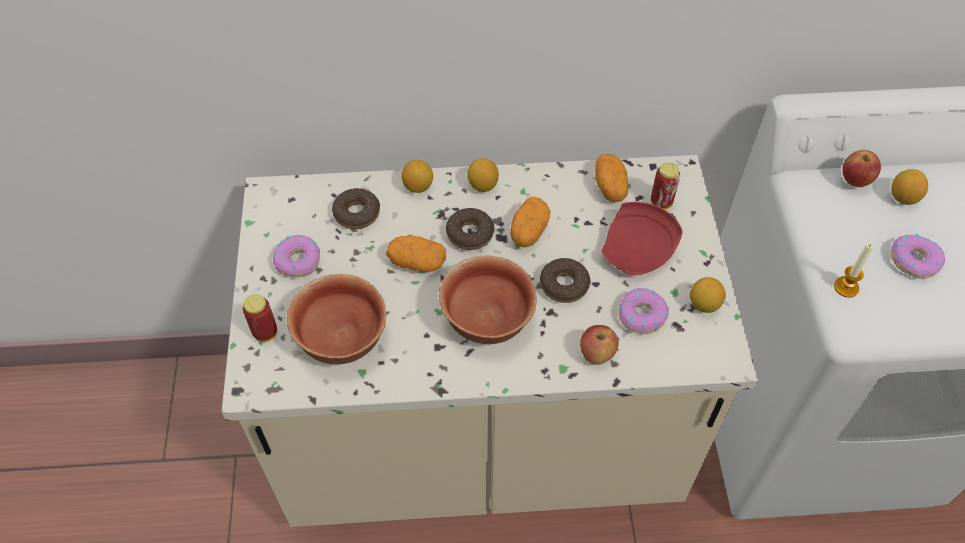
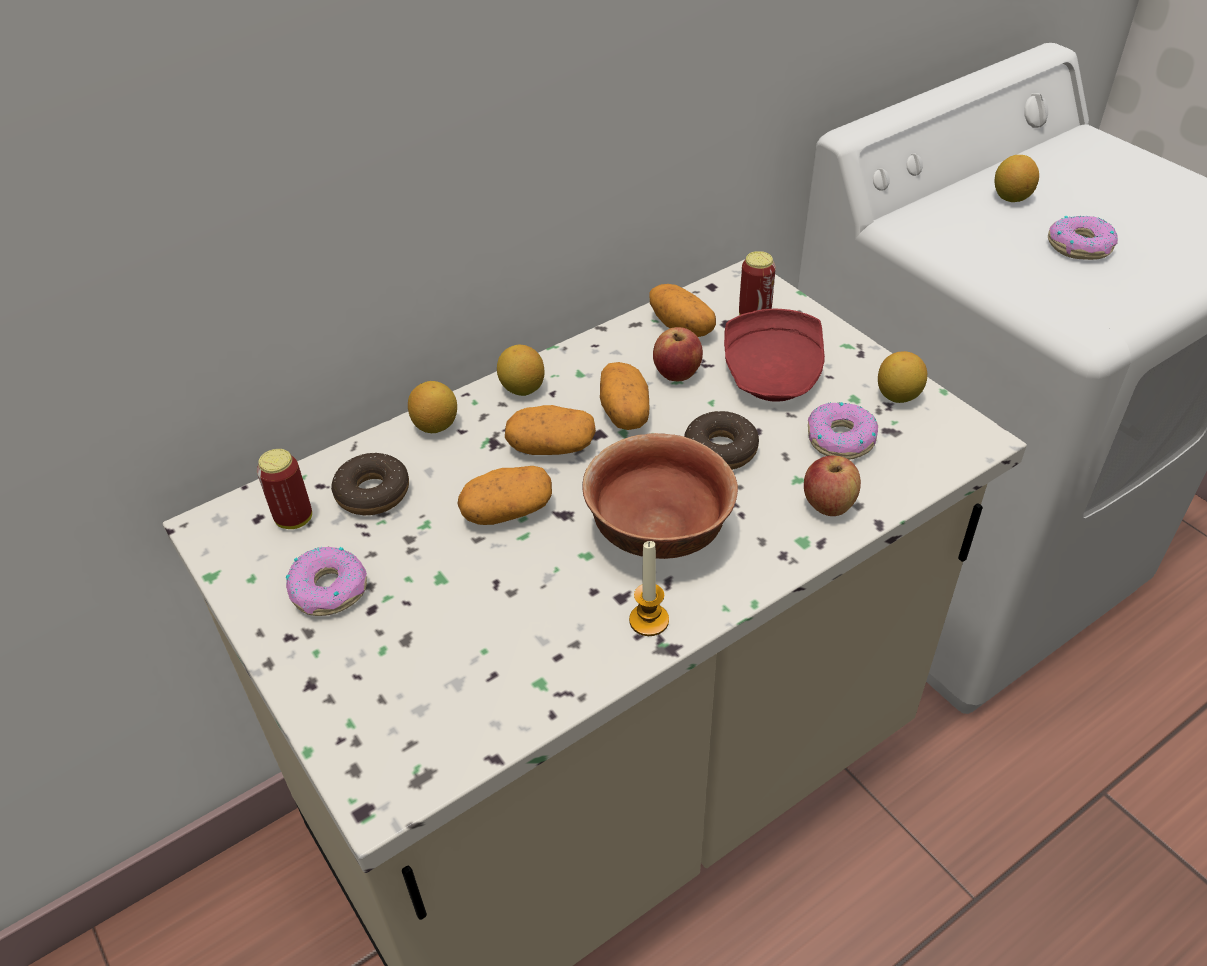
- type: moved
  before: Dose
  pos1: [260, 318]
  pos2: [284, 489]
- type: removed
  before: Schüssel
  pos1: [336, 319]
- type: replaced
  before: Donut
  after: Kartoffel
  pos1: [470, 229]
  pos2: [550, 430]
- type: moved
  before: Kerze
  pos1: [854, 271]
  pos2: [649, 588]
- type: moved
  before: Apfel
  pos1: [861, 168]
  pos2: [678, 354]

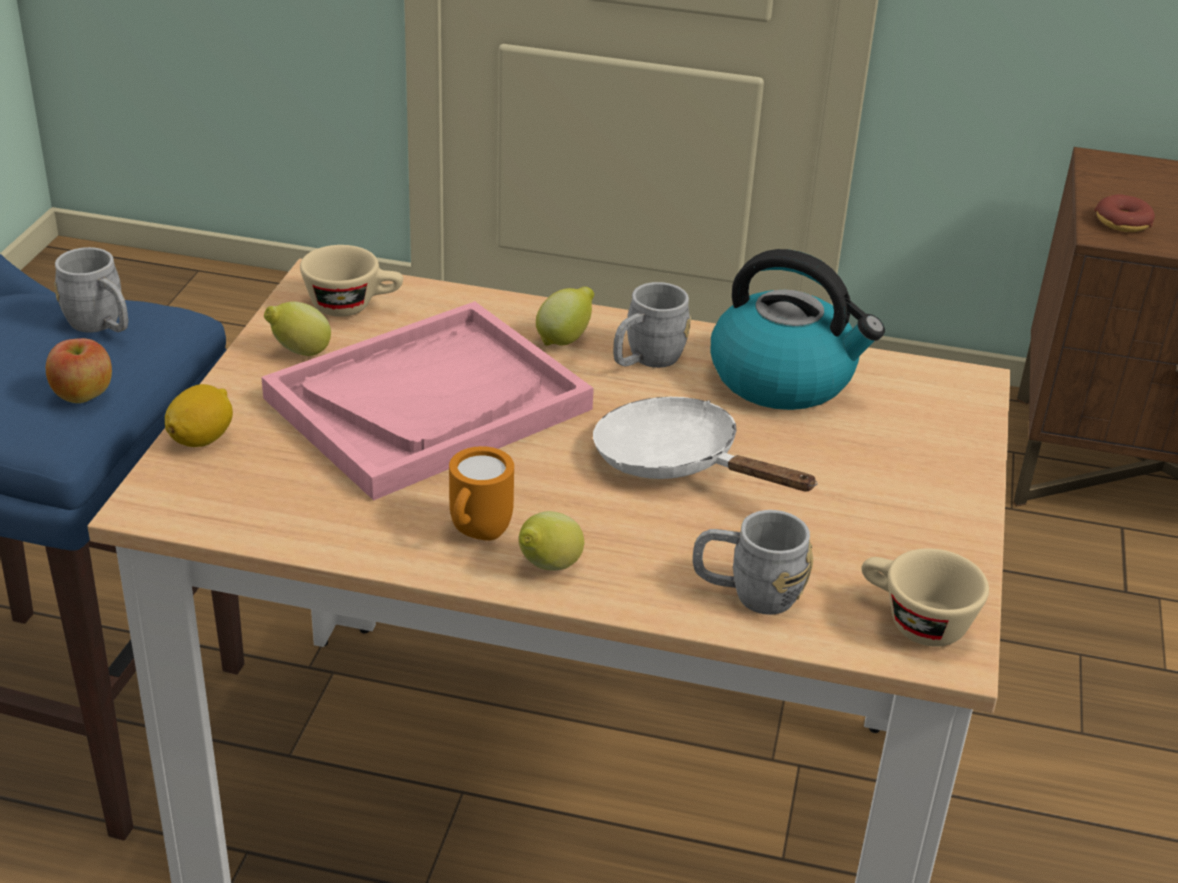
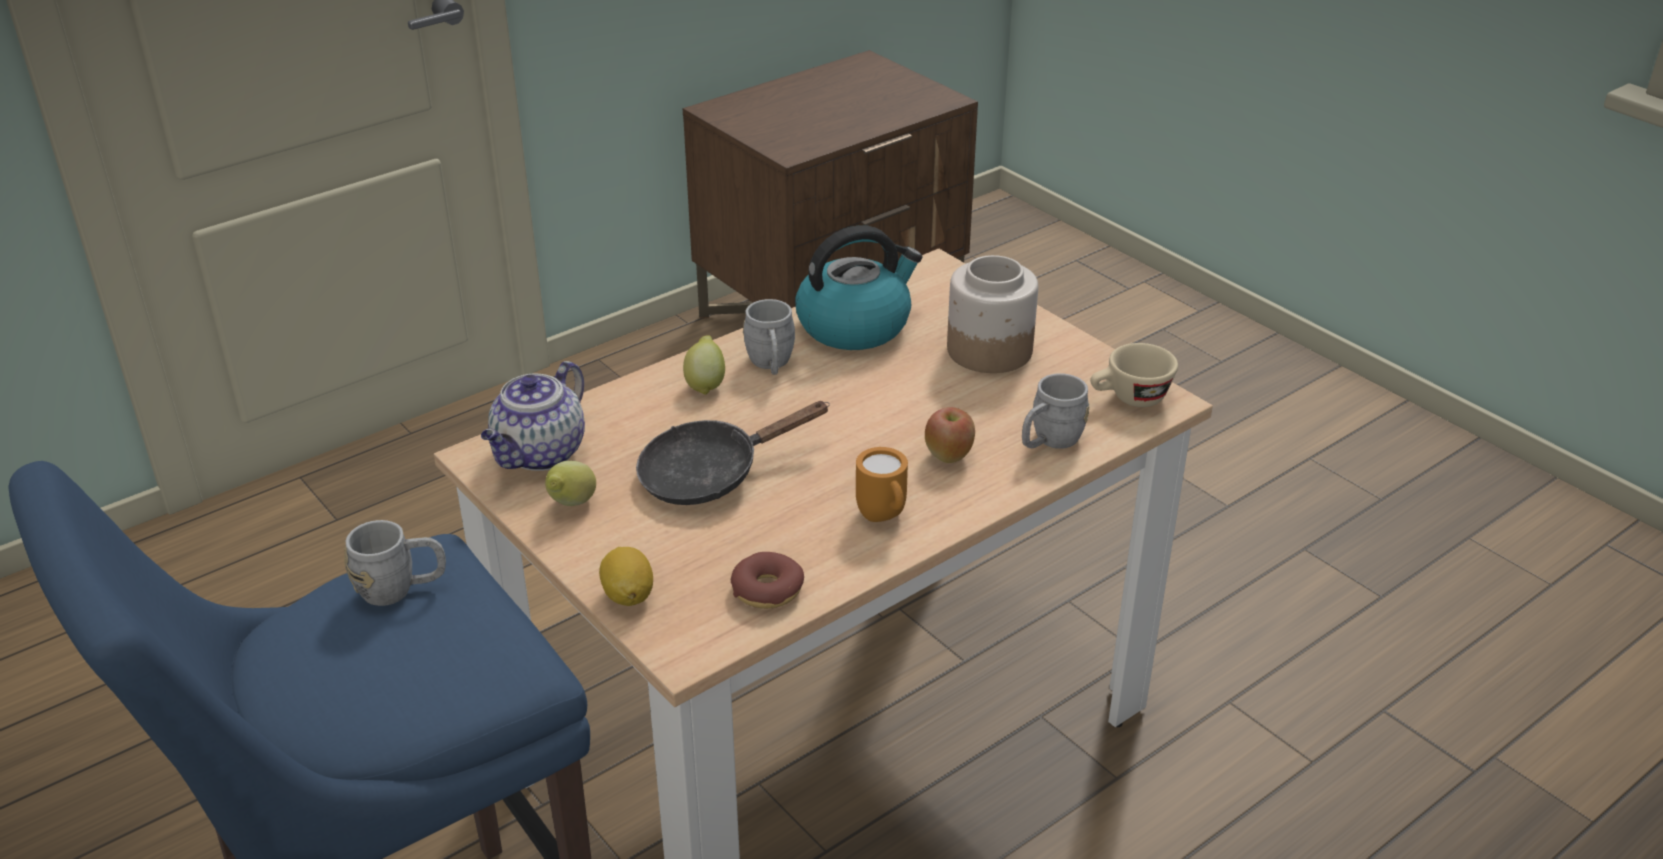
- type: moved
  before: Apfel
  pos1: [79, 370]
  pos2: [950, 435]
- type: replaced
  before: Tablett/rosa
  after: Pfanne/schwarz
  pos1: [427, 400]
  pos2: [733, 453]
- type: replaced
  before: Tasse/beige
  after: Teekanne
  pos1: [351, 281]
  pos2: [533, 416]
- type: removed
  before: Zitrone
  pos1: [551, 541]
- type: removed
  before: Pfanne/weiß
  pos1: [705, 444]
- type: moved
  before: Donut
  pos1: [1124, 213]
  pos2: [767, 580]
- type: added
  after: Vorratsglas
  pos2: [992, 314]

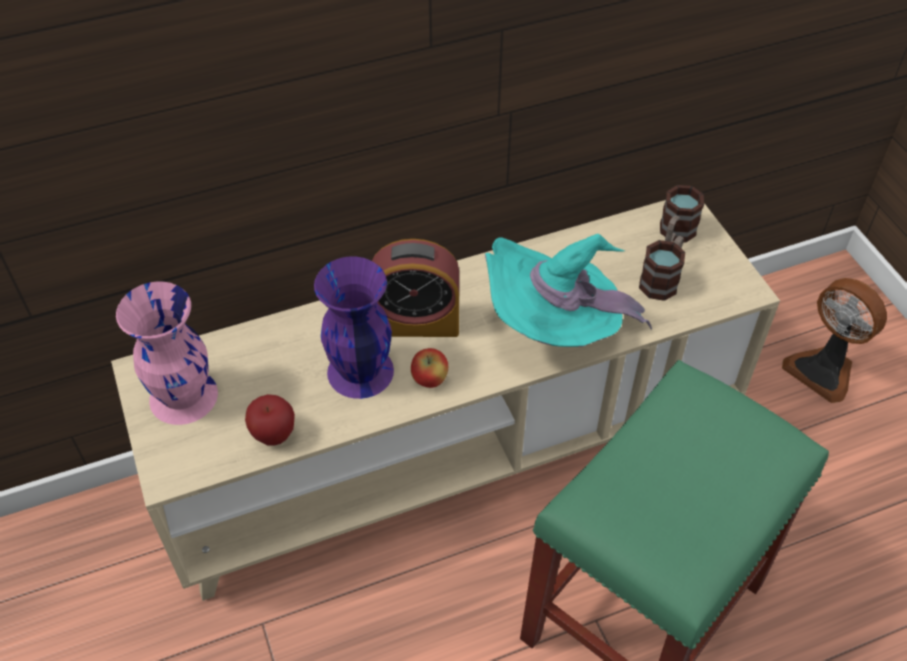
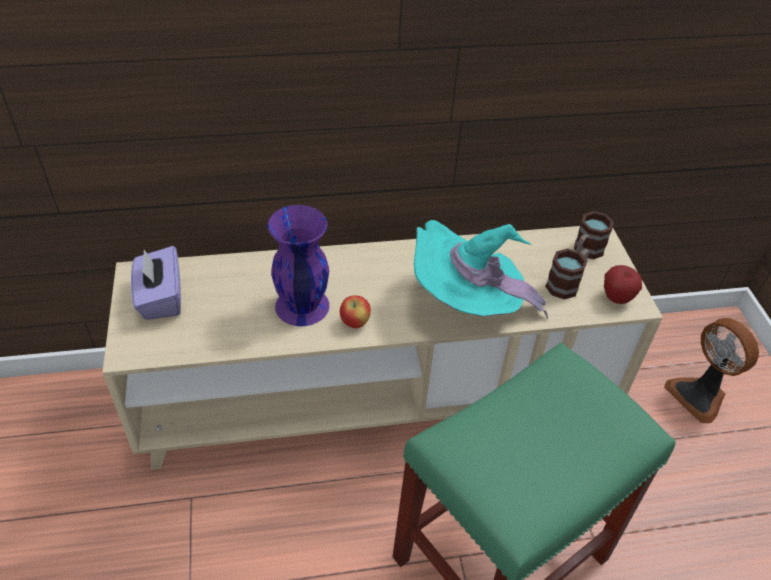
- type: replaced
  before: Vase/rosa
  after: Taschentuchbox/lila
  pos1: [167, 353]
  pos2: [156, 283]
- type: moved
  before: Apfel
  pos1: [270, 420]
  pos2: [623, 284]
- type: removed
  before: Wecker
  pos1: [415, 288]

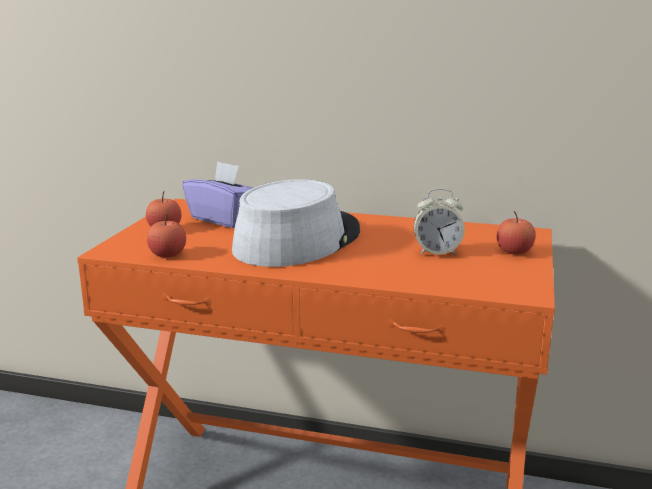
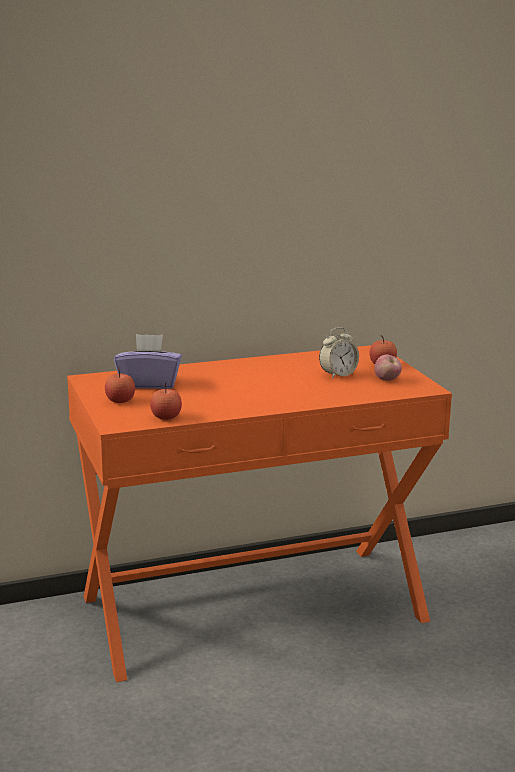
- type: removed
  before: Hut/grau
  pos1: [296, 223]
- type: added
  after: Apfel
  pos2: [388, 368]

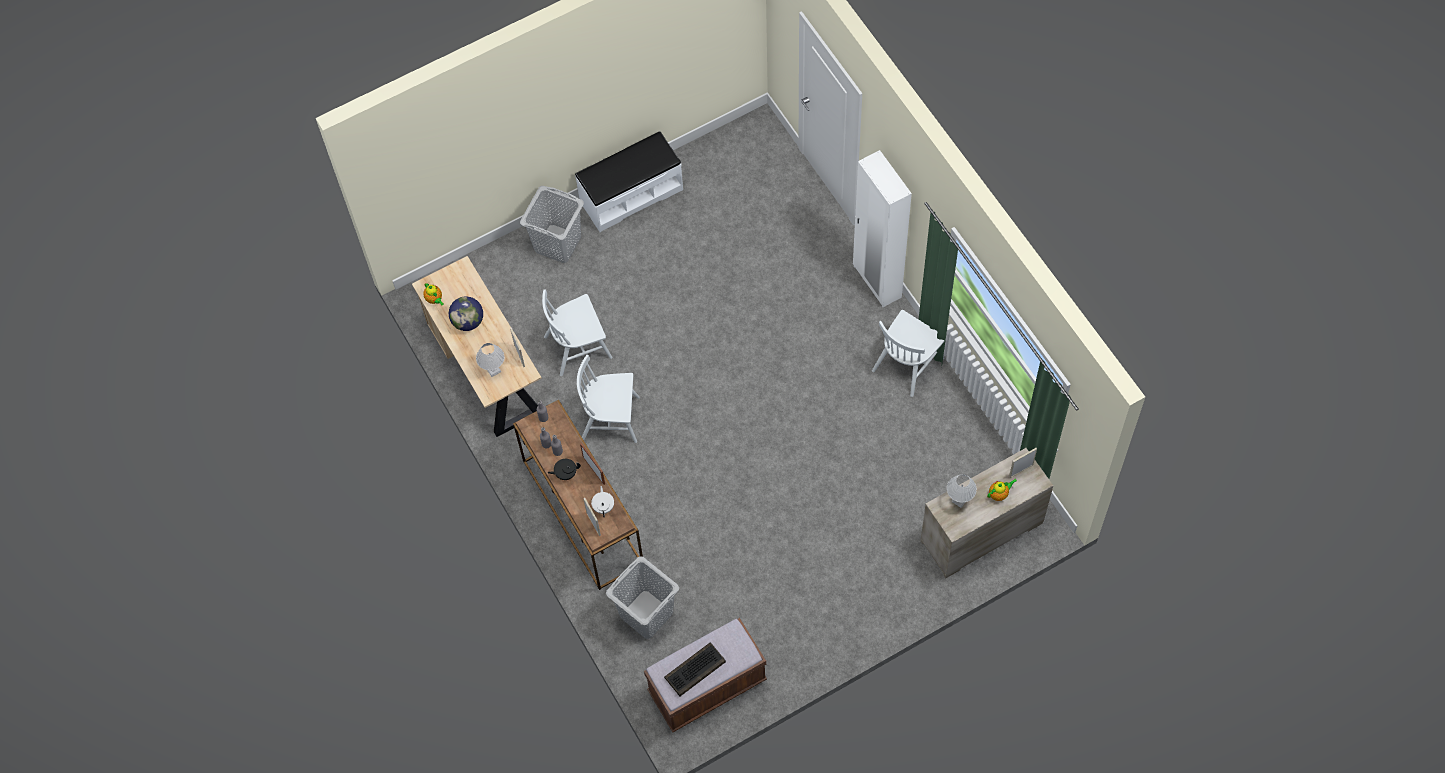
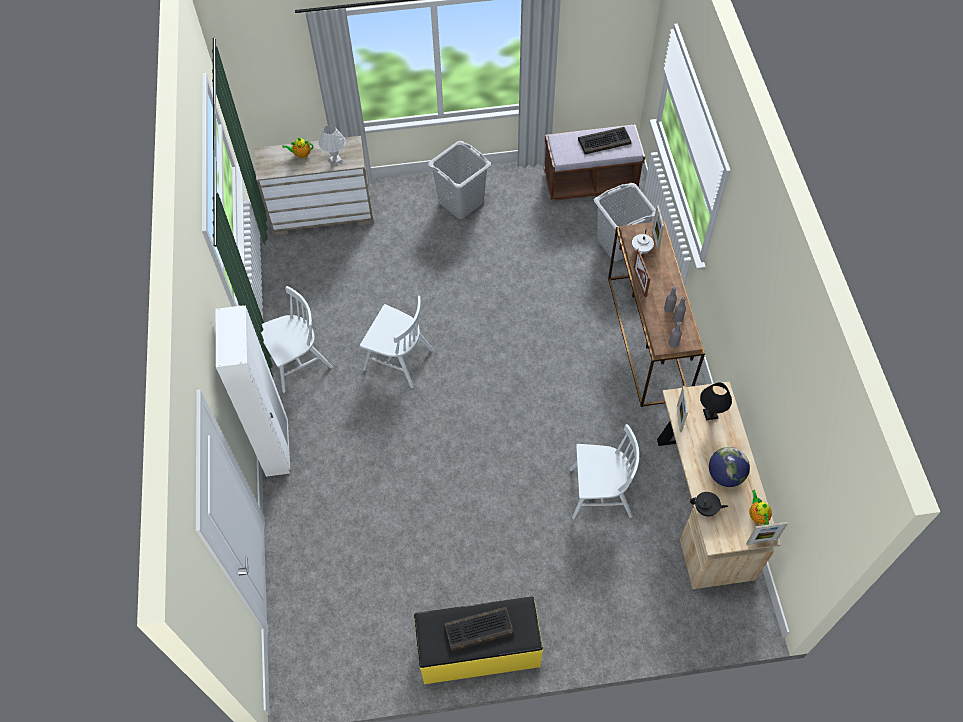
- type: recoloured
  before: Tischlampe/weiß
  after: Tischlampe/schwarz
  pos1: [490, 360]
  pos2: [716, 401]
- type: moved
  before: Wäschekorb/grau
  pos1: [552, 224]
  pos2: [459, 180]
- type: moved
  before: Teekanne/schwarz
  pos1: [564, 469]
  pos2: [709, 504]
- type: recoloured
  before: Bank/weiß
  after: Bank/gelb
  pos1: [629, 181]
  pos2: [478, 640]
- type: moved
  before: Stuhl/weiß
  pos1: [608, 399]
  pos2: [397, 342]
- type: moved
  before: Bilderrahmen
  pos1: [1023, 463]
  pos2: [767, 533]
- type: added
  after: Tastatur
  pos2: [479, 628]

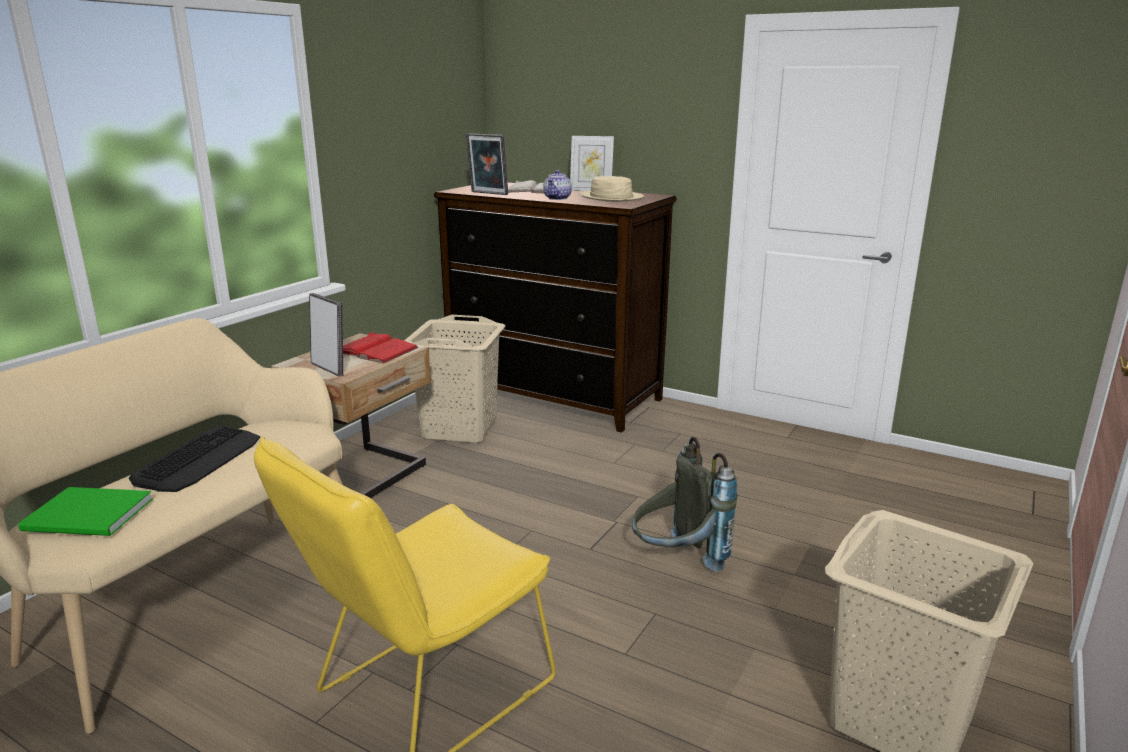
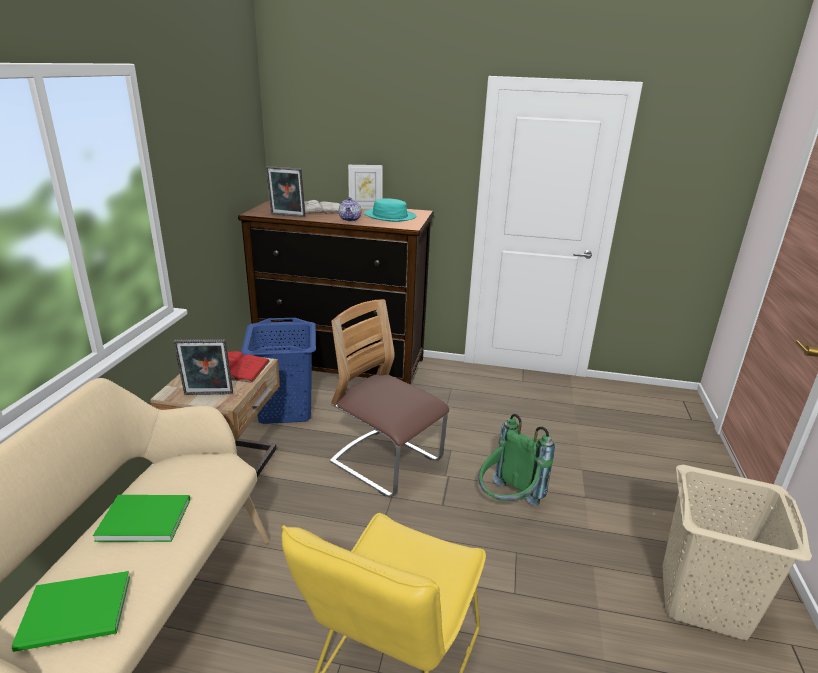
- type: replaced
  before: Tastatur
  after: Buch/grün
  pos1: [194, 459]
  pos2: [141, 518]
- type: turned
  before: Bilderrahmen
  pos1: [326, 334]
  pos2: [203, 367]
  turn: 150
- type: recoloured
  before: Wäschekorb/beige
  after: Wäschekorb/blau
  pos1: [454, 379]
  pos2: [278, 371]
- type: recoloured
  before: Hut/beige
  after: Hut/türkis
  pos1: [612, 189]
  pos2: [390, 210]
- type: recoloured
  before: Rucksack/grau
  after: Rucksack/grün
  pos1: [685, 504]
  pos2: [516, 460]
- type: added
  after: Stuhl
  pos2: [389, 398]

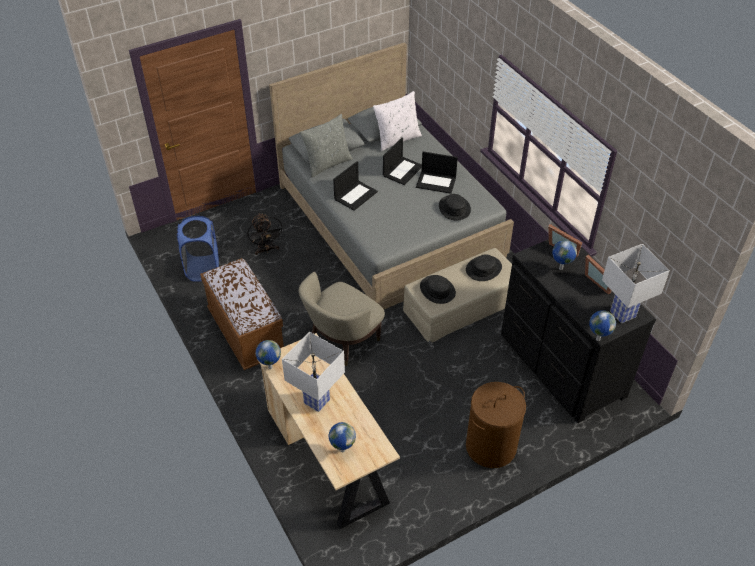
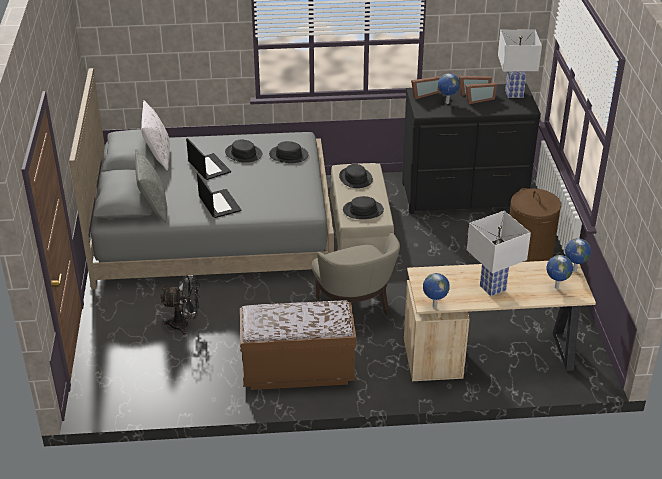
- type: removed
  before: Wäschekorb/blau
  pos1: [198, 249]
- type: replaced
  before: Laptop
  after: Hut/schwarz
  pos1: [437, 173]
  pos2: [243, 151]
- type: moved
  before: Globus
  pos1: [602, 325]
  pos2: [578, 255]
- type: added
  after: Bilderrahmen
  pos2: [481, 93]

